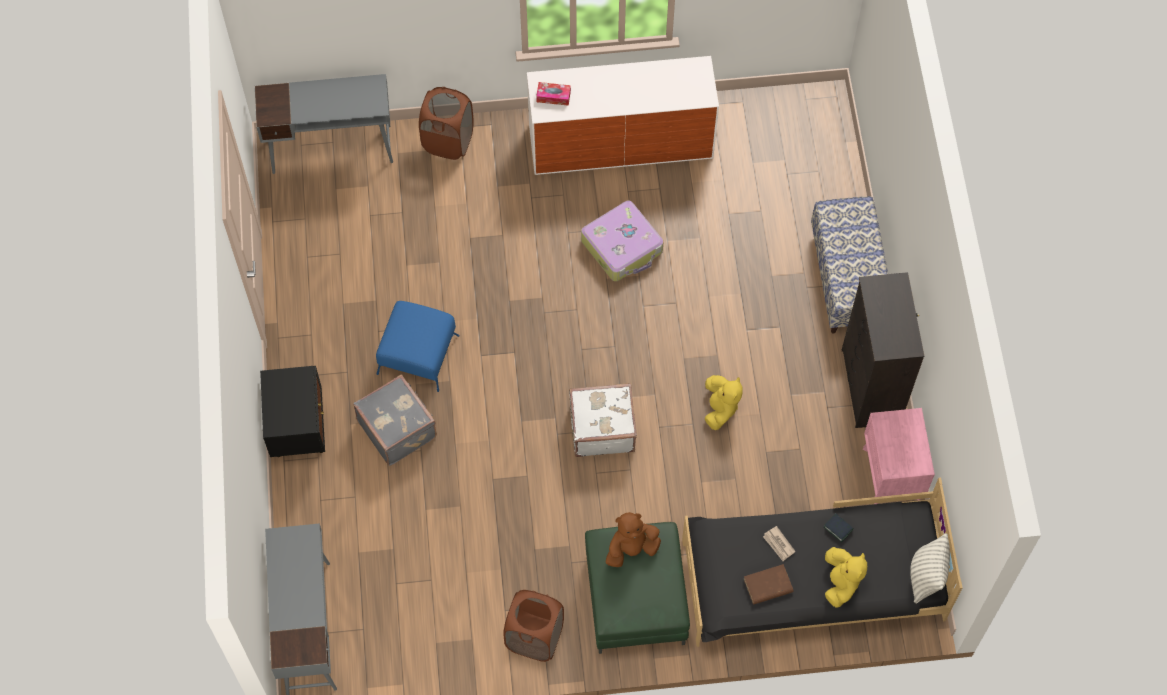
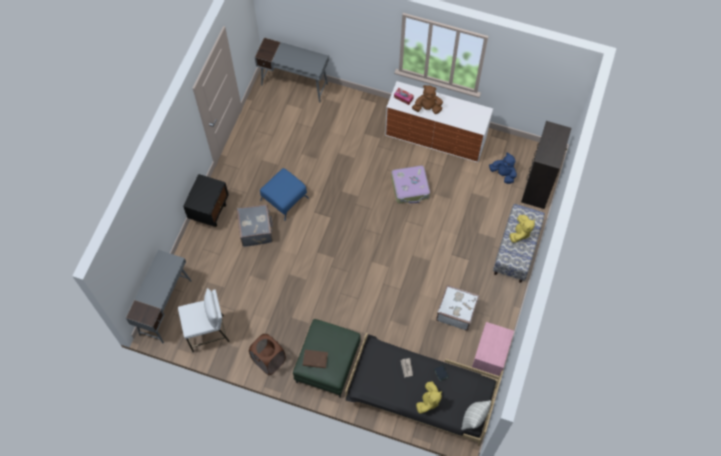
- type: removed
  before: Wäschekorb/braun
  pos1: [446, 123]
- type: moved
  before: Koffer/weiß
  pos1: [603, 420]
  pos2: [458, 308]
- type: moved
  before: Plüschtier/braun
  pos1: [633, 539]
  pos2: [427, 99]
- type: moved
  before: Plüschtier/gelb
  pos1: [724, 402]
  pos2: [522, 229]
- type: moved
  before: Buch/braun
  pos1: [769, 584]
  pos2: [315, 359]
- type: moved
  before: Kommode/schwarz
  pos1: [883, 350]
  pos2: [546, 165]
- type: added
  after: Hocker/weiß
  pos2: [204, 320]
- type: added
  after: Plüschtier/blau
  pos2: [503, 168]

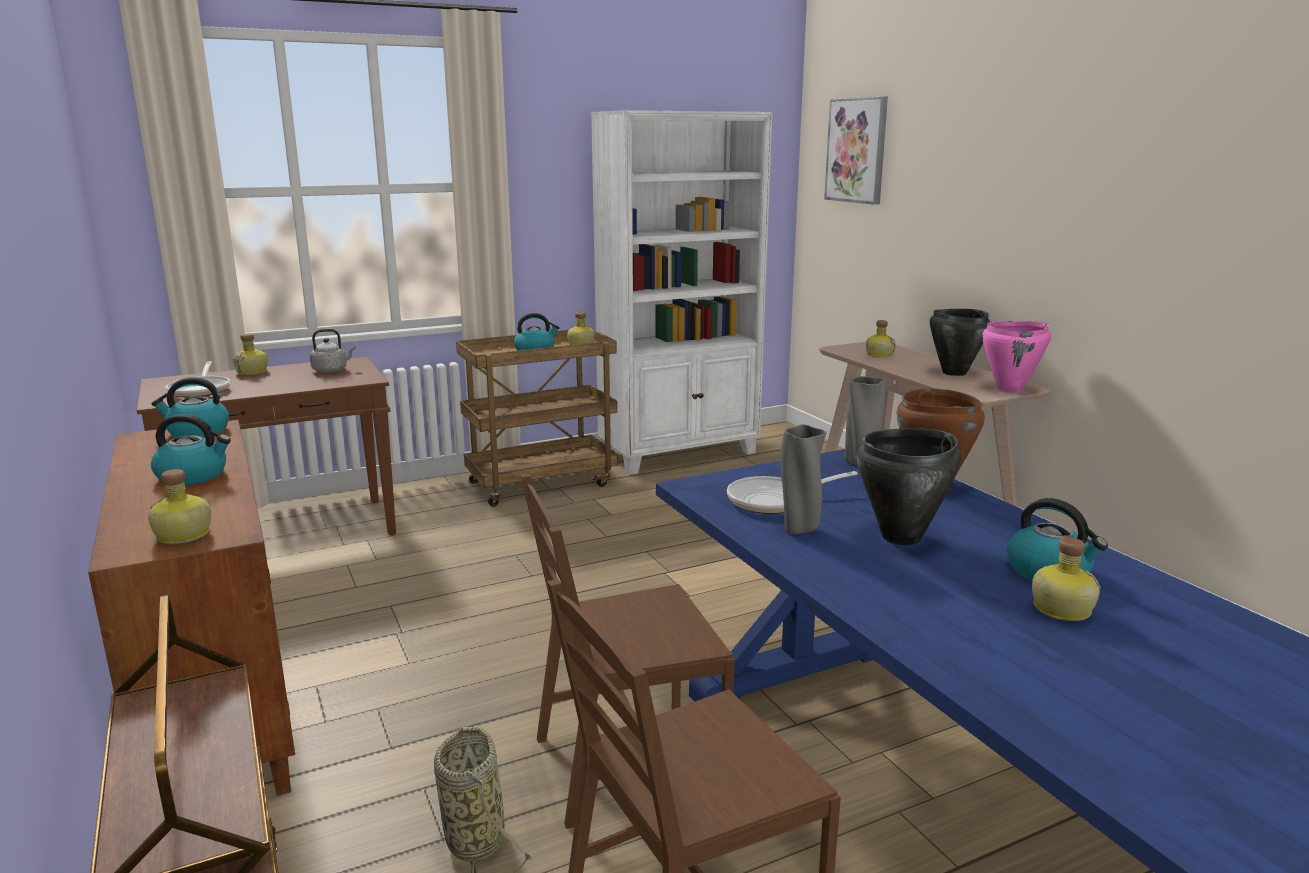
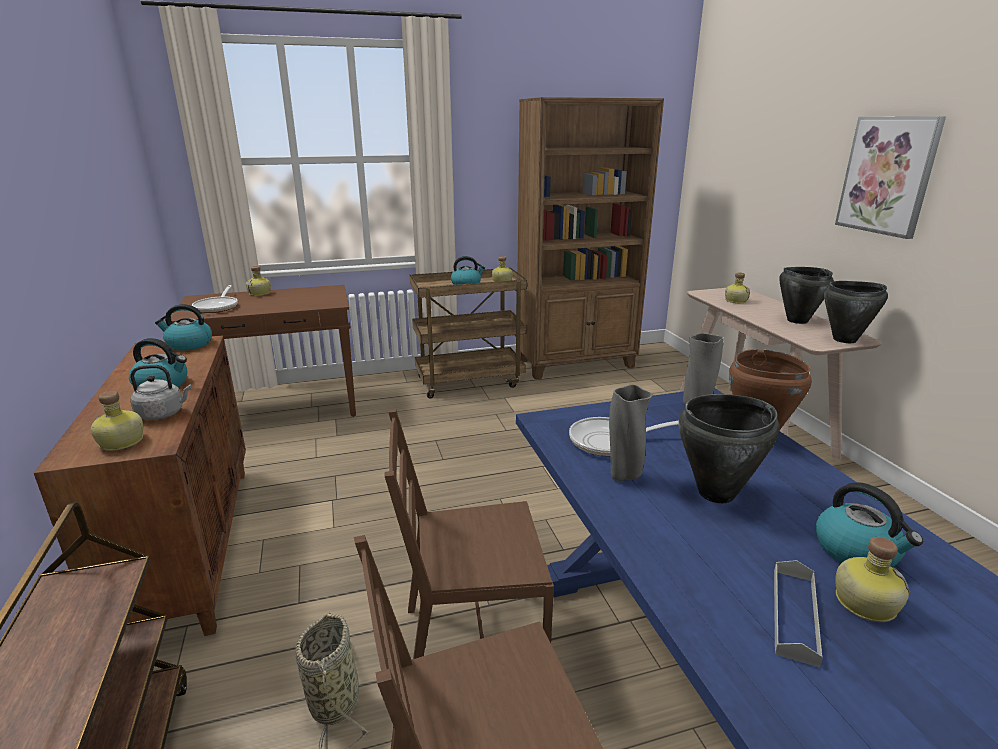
- type: moved
  before: Wasserkessel/grau
  pos1: [333, 351]
  pos2: [161, 392]
- type: recoloured
  before: Bücherregal/weiß
  after: Bücherregal/braun
  pos1: [681, 292]
  pos2: [591, 238]
- type: moved
  before: Bild
  pos1: [856, 150]
  pos2: [890, 177]
- type: recoloured
  before: Kochtopf/rosa
  after: Kochtopf/schwarz
  pos1: [1016, 357]
  pos2: [856, 312]
- type: added
  after: Tablett/grau
  pos2: [798, 614]

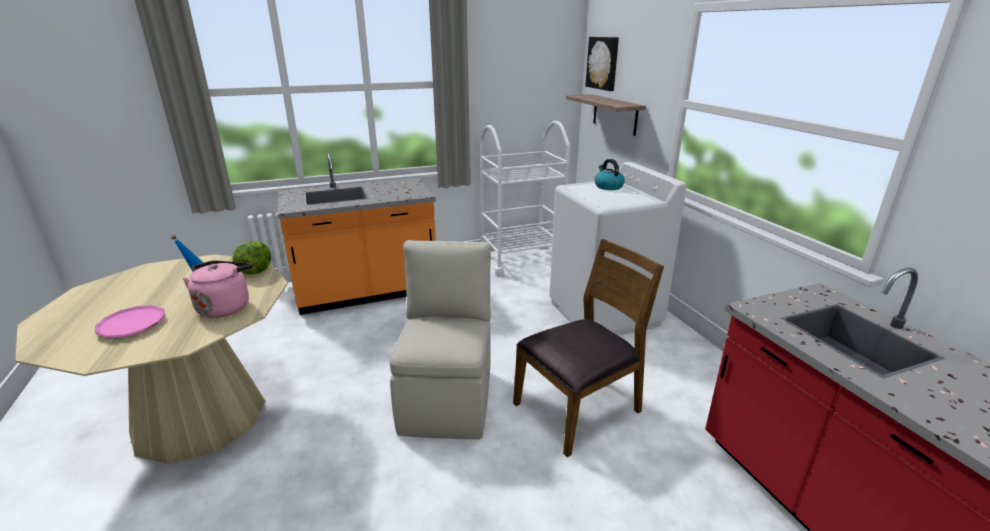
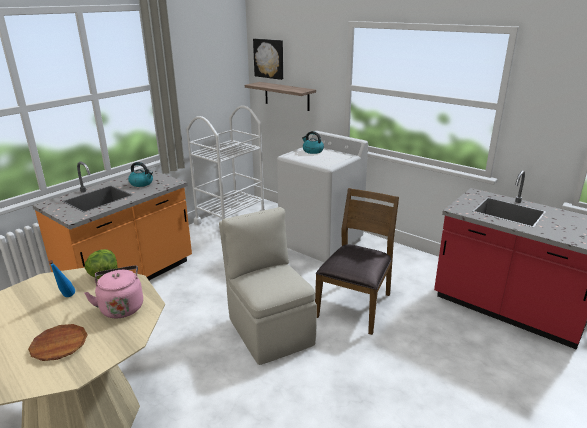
- type: recoloured
  before: Teller/rosa
  after: Teller/braun
  pos1: [130, 321]
  pos2: [58, 342]
- type: added
  after: Wasserkessel
  pos2: [140, 174]

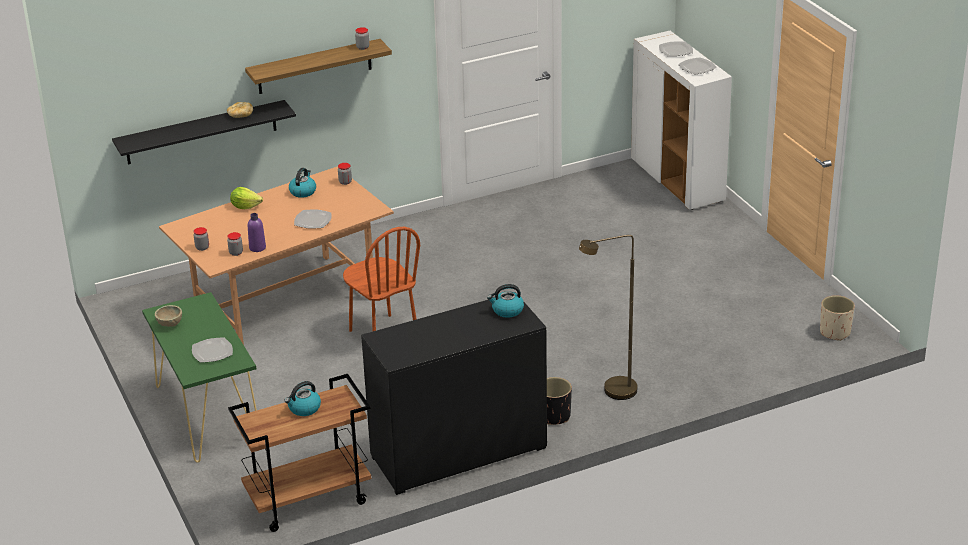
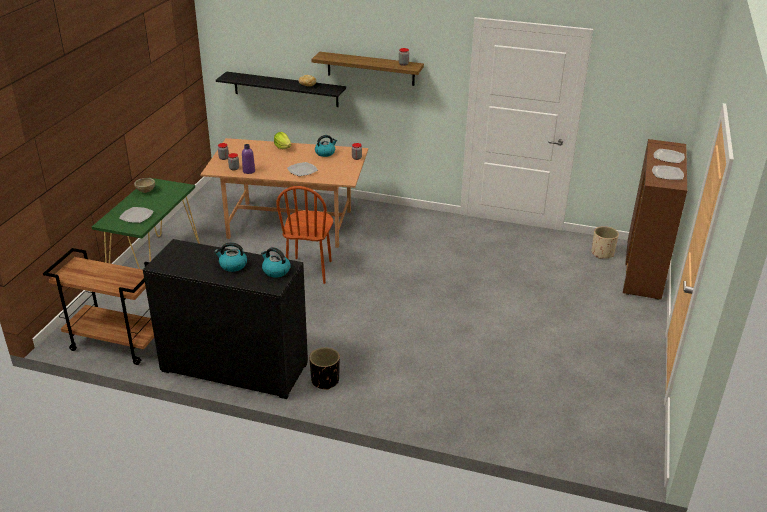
- type: moved
  before: Wasserkessel
  pos1: [302, 398]
  pos2: [230, 257]
- type: removed
  before: Stehlampe/braun
  pos1: [608, 317]
- type: recoloured
  before: Schrank/weiß
  after: Schrank/braun
  pos1: [681, 120]
  pos2: [655, 219]
- type: moved
  before: Pflanzkübel/beige
  pos1: [837, 318]
  pos2: [605, 242]

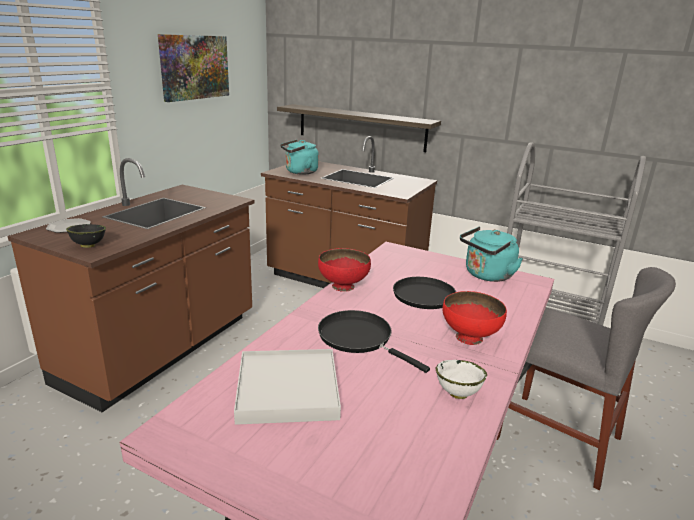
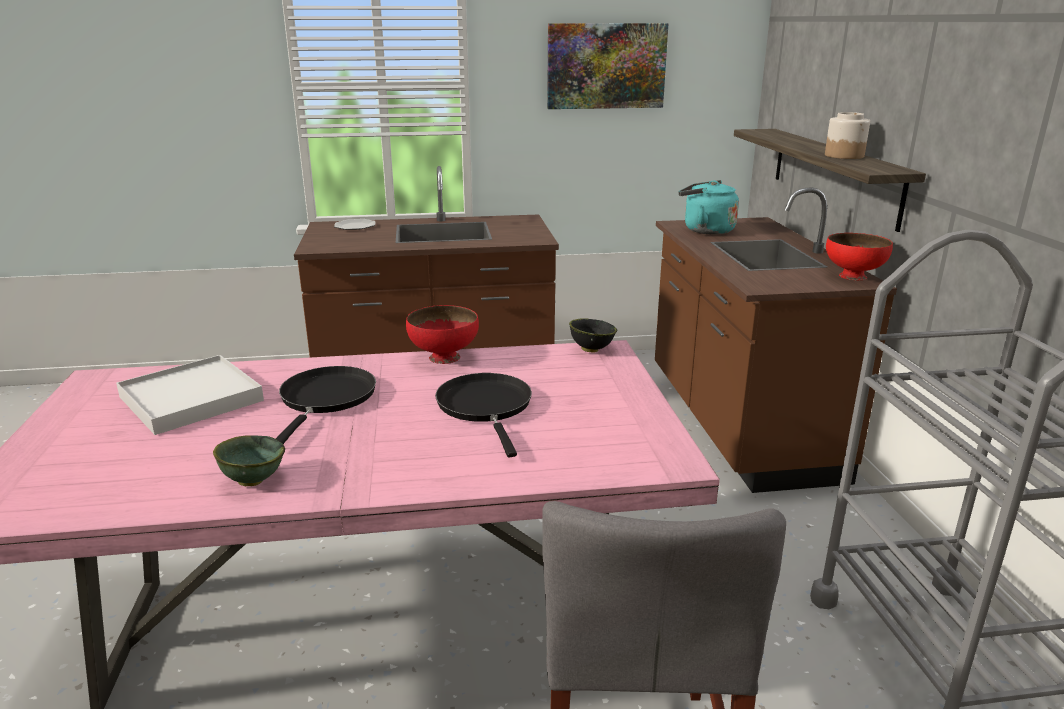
- type: moved
  before: Schüssel/schwarz
  pos1: [86, 236]
  pos2: [593, 335]
- type: recoloured
  before: Schüssel/weiß
  after: Schüssel/grün
  pos1: [461, 379]
  pos2: [249, 460]
- type: moved
  before: Schüssel/rot
  pos1: [474, 318]
  pos2: [859, 256]
- type: removed
  before: Wasserkessel/türkis
  pos1: [491, 254]
- type: added
  after: Vorratsglas
  pos2: [847, 135]

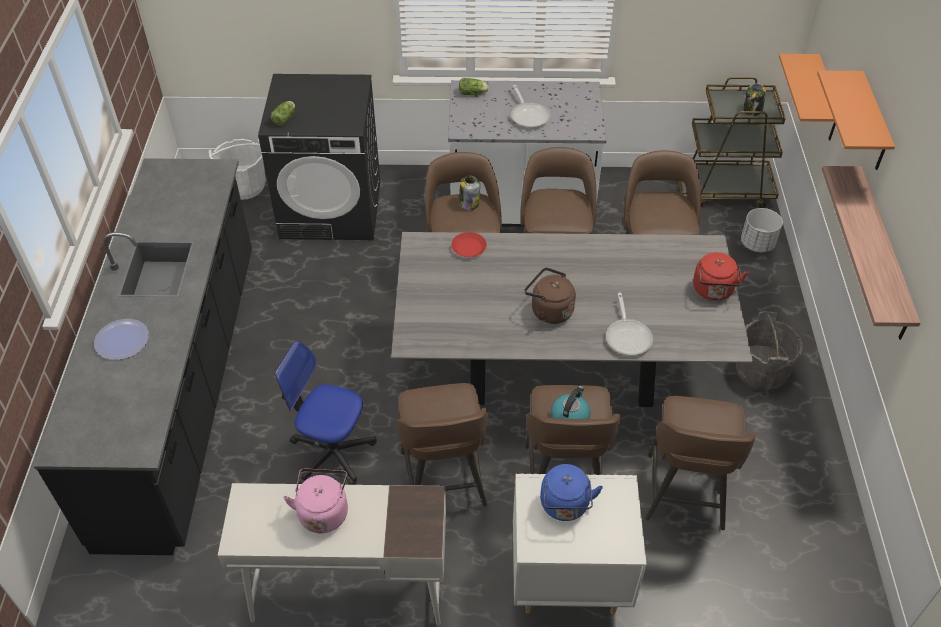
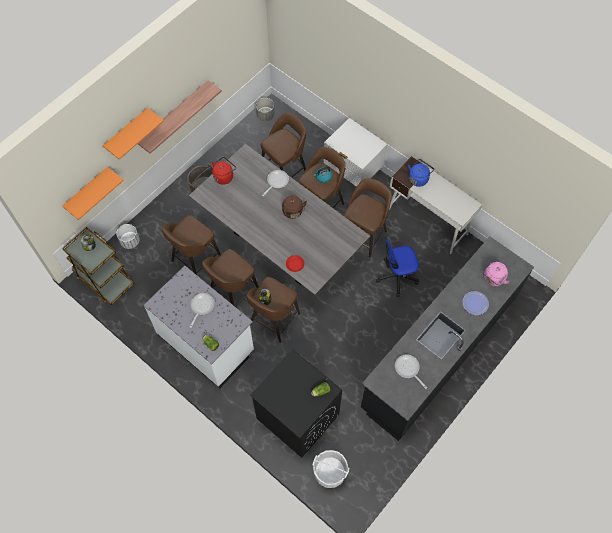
- type: turned
  before: Bürostuhl
  pos1: [326, 413]
  pos2: [397, 268]
  turn: 105
- type: moved
  before: Wasserkessel/rosa
  pos1: [315, 501]
  pos2: [496, 274]
- type: moved
  before: Wasserkessel/blau
  pos1: [571, 492]
  pos2: [421, 173]
- type: added
  after: Pflanzkübel/grau
  pos2: [265, 109]
- type: added
  after: Pfanne
  pos2: [411, 371]

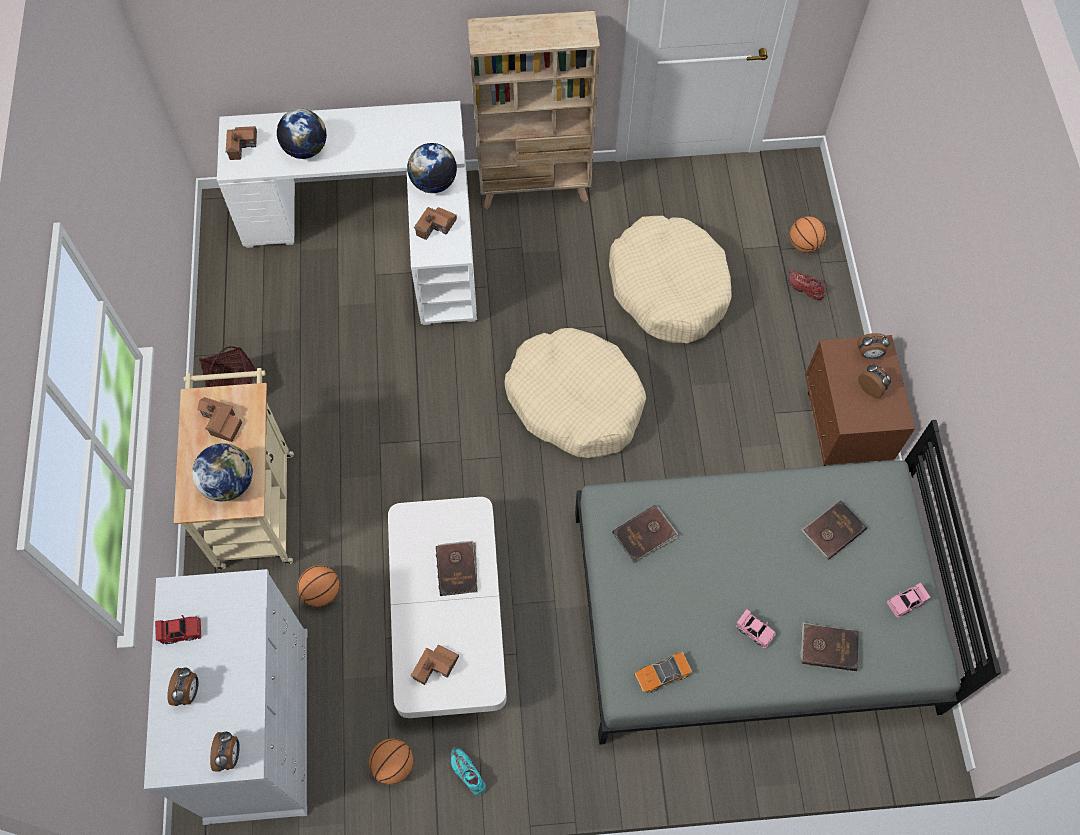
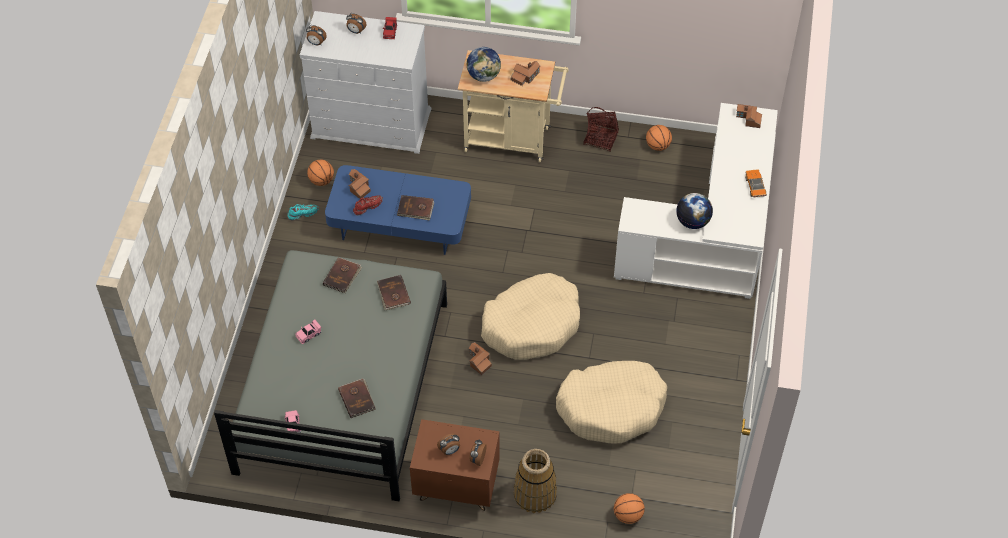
- type: removed
  before: Globus
  pos1: [302, 134]
- type: moved
  before: Basketball
  pos1: [318, 586]
  pos2: [659, 138]
- type: recoloured
  before: Couchtisch/weiß
  after: Couchtisch/blau
  pos1: [447, 607]
  pos2: [398, 210]
- type: moved
  before: Spielzeughaus
  pos1: [435, 223]
  pos2: [480, 358]
- type: removed
  before: Bücherregal/beige
  pos1: [533, 109]
- type: moved
  before: Spielzeugauto
  pos1: [663, 673]
  pos2: [756, 183]
- type: moved
  before: Schuh/rot
  pos1: [806, 285]
  pos2: [368, 205]
- type: moved
  before: Buch/braun
  pos1: [829, 646]
  pos2: [342, 275]
- type: added
  after: Korb
  pos2: [535, 481]

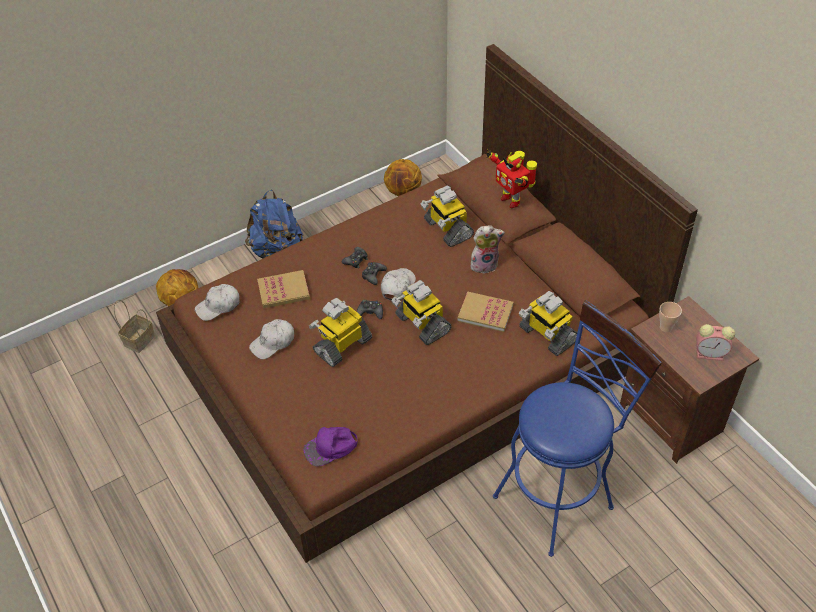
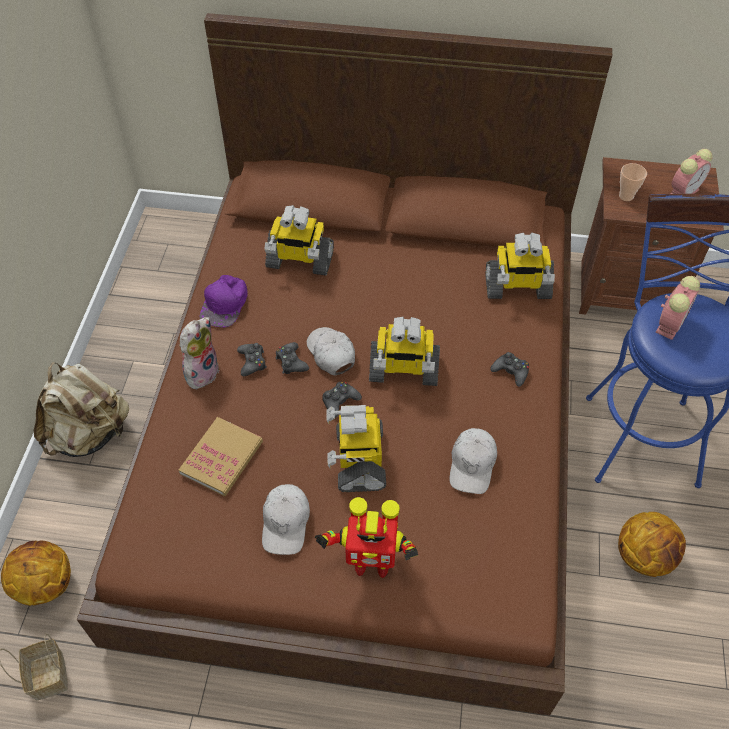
- type: moved
  before: Kappe/weiß
  pos1: [217, 302]
  pos2: [473, 461]
- type: recoloured
  before: Rucksack/blau
  after: Rucksack/beige
  pos1: [274, 224]
  pos2: [81, 409]
- type: moved
  before: Kappe/lila
  pos1: [330, 446]
  pos2: [224, 301]
- type: moved
  before: Basketball
  pos1: [403, 177]
  pos2: [652, 544]
- type: removed
  before: Buch
  pos1: [486, 312]
- type: moved
  before: Plüschtier
  pos1: [488, 249]
  pos2: [200, 353]
- type: moved
  before: Spielzeugroboter
  pos1: [512, 178]
  pos2: [366, 537]
- type: added
  after: Gamepad/schwarz
  pos2: [509, 369]
- type: added
  after: Wecker
  pos2: [678, 308]

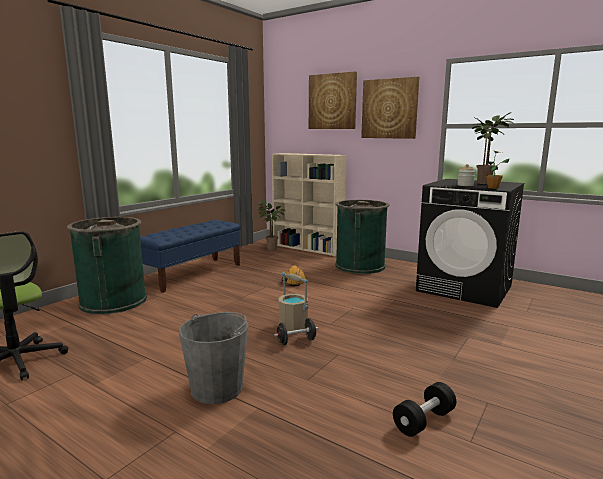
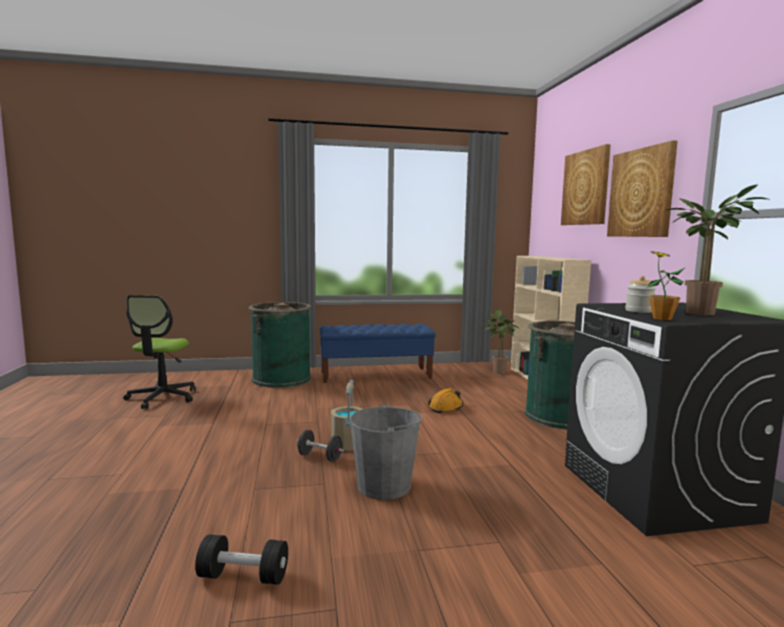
- type: moved
  before: Eimer/grau
  pos1: [213, 358]
  pos2: [386, 451]

